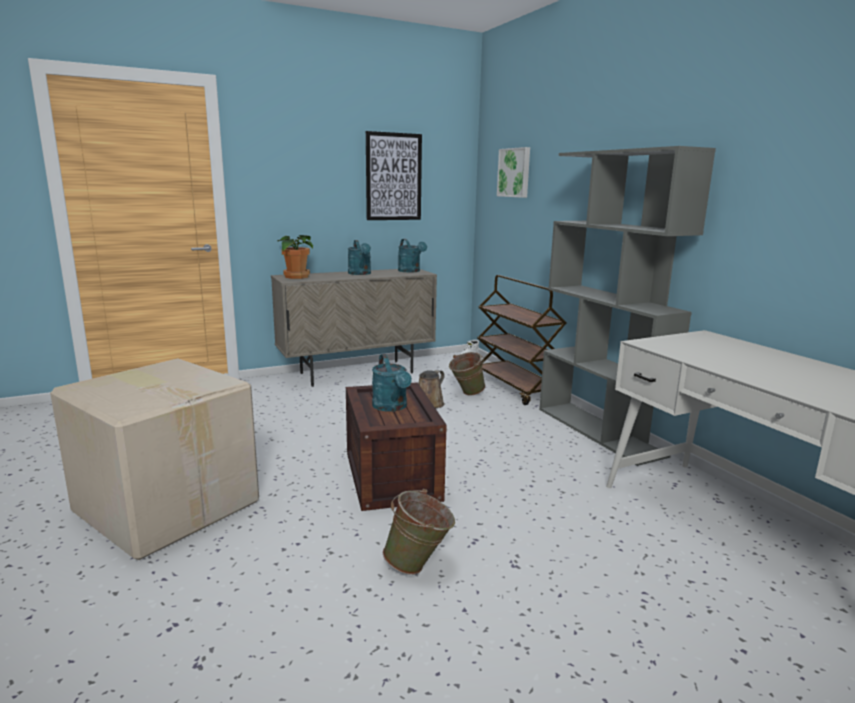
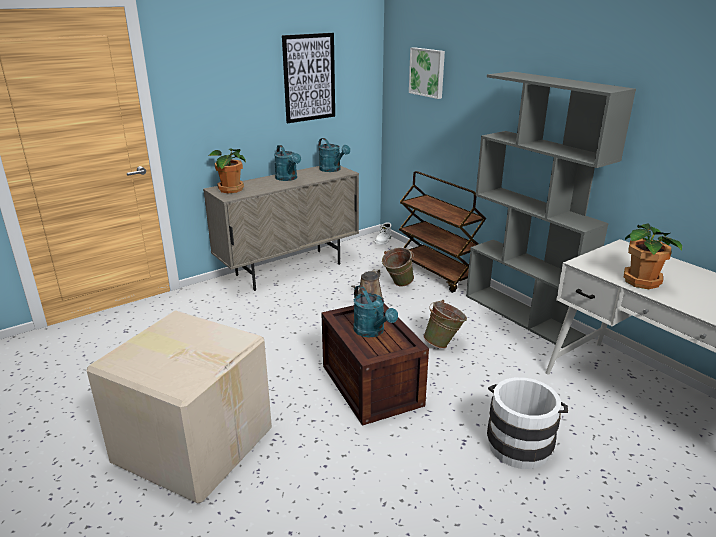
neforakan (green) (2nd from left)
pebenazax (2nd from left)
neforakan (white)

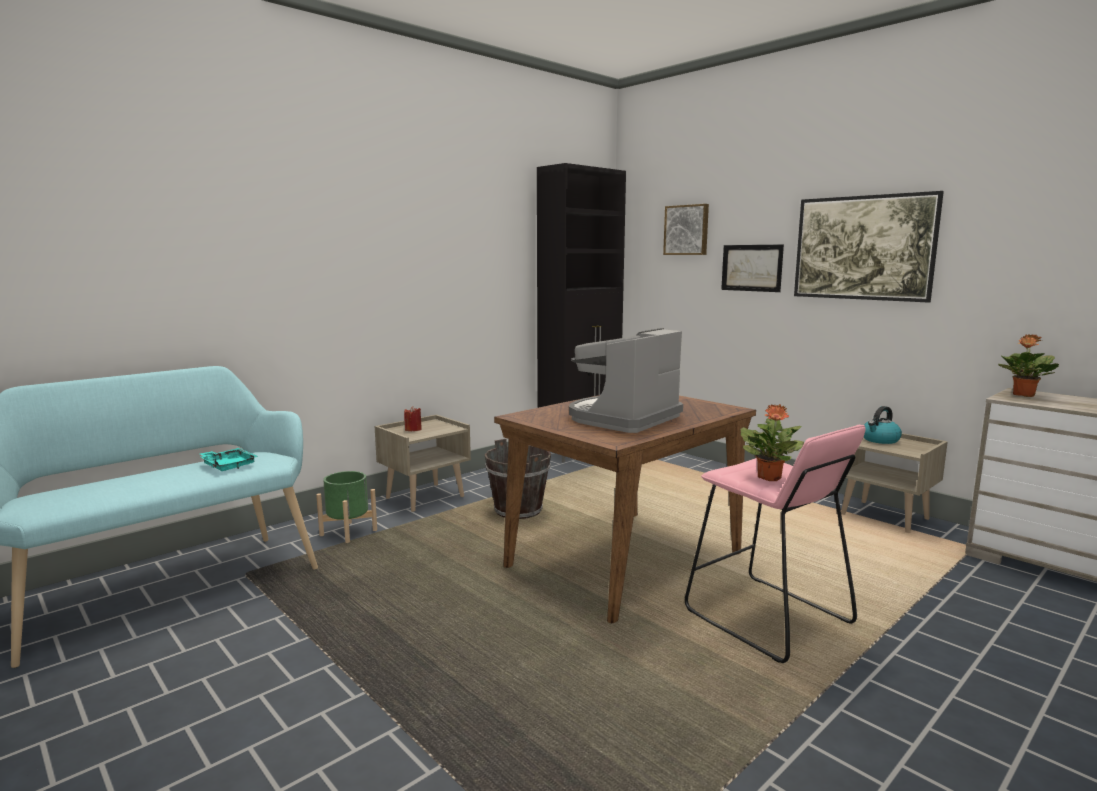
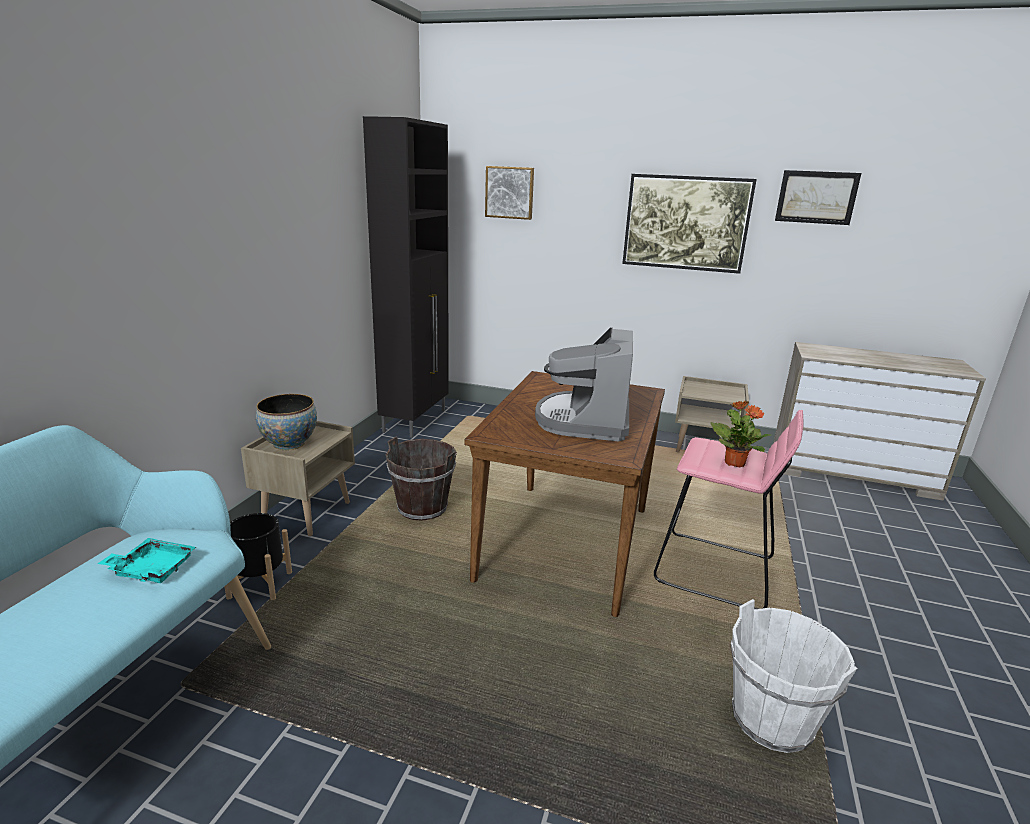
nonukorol (3rd from left)
pebenazax (2nd from left in the first image)
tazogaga
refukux
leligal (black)
neforakan (white)

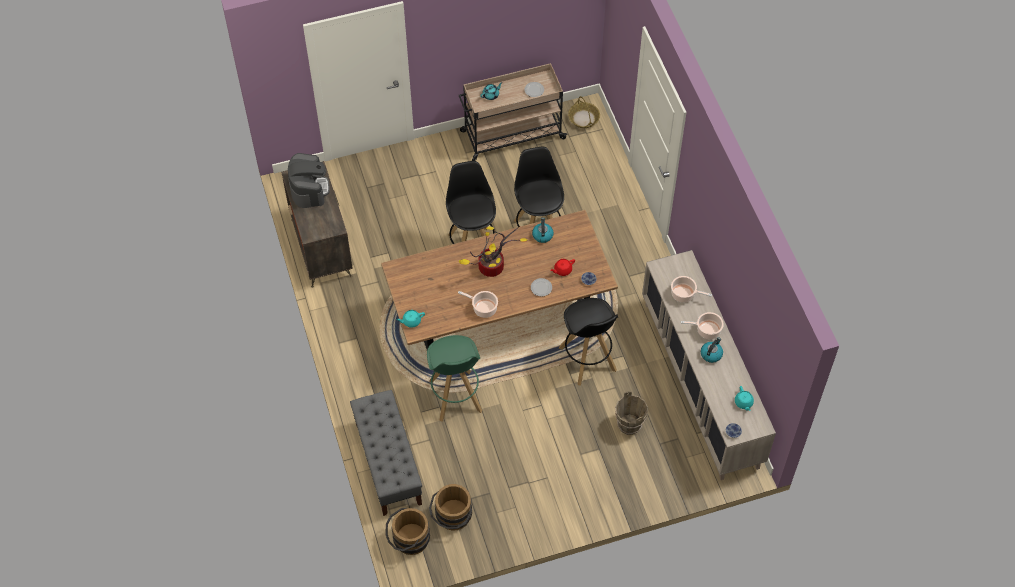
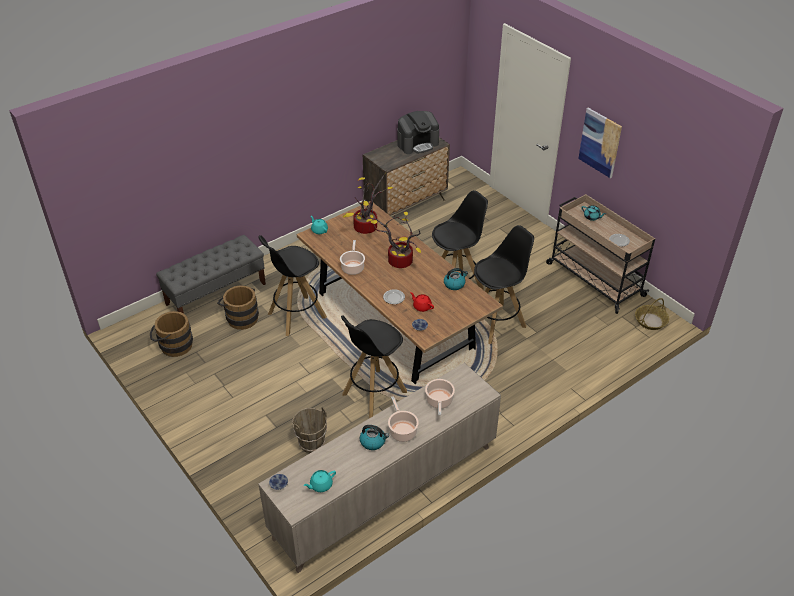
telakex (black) (1st from left)
neforakan (brown) (2nd from left)
nonukorol
pebenazax (1st from left)

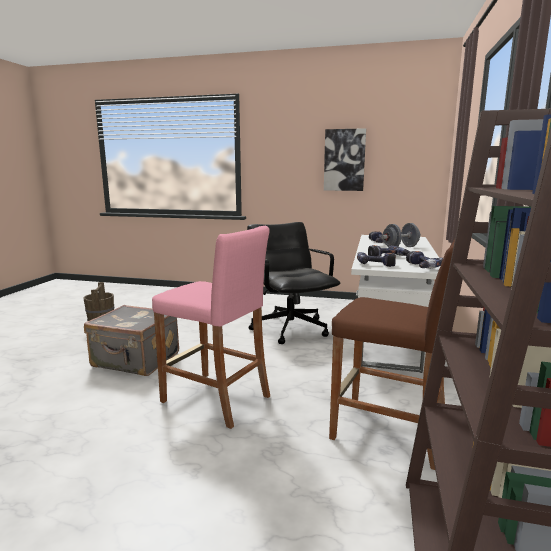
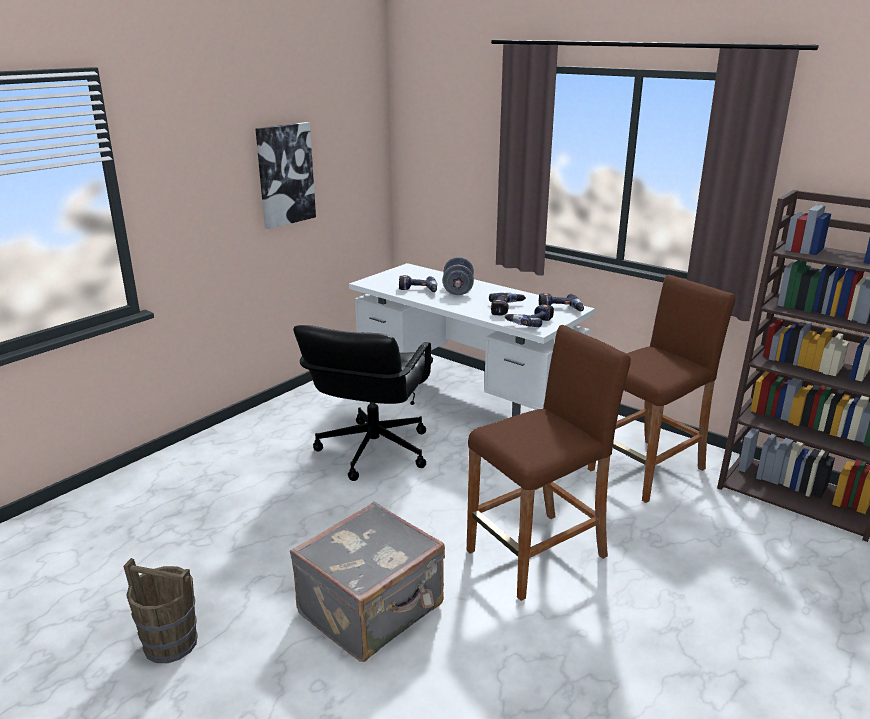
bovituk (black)
telakex (brown) (1st from left)

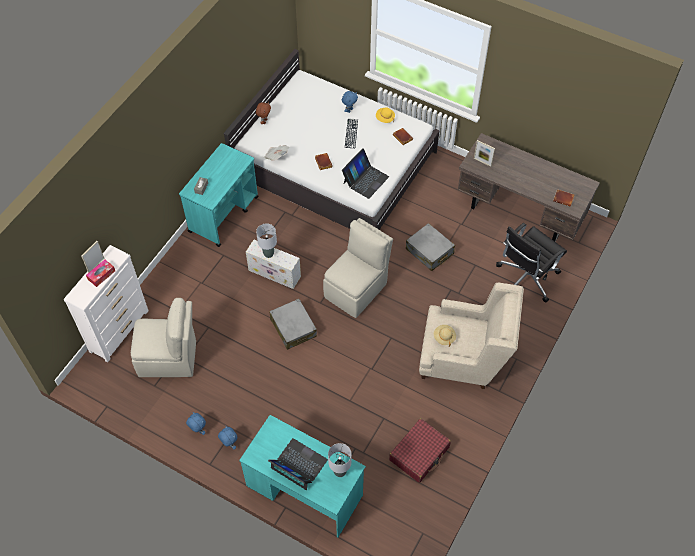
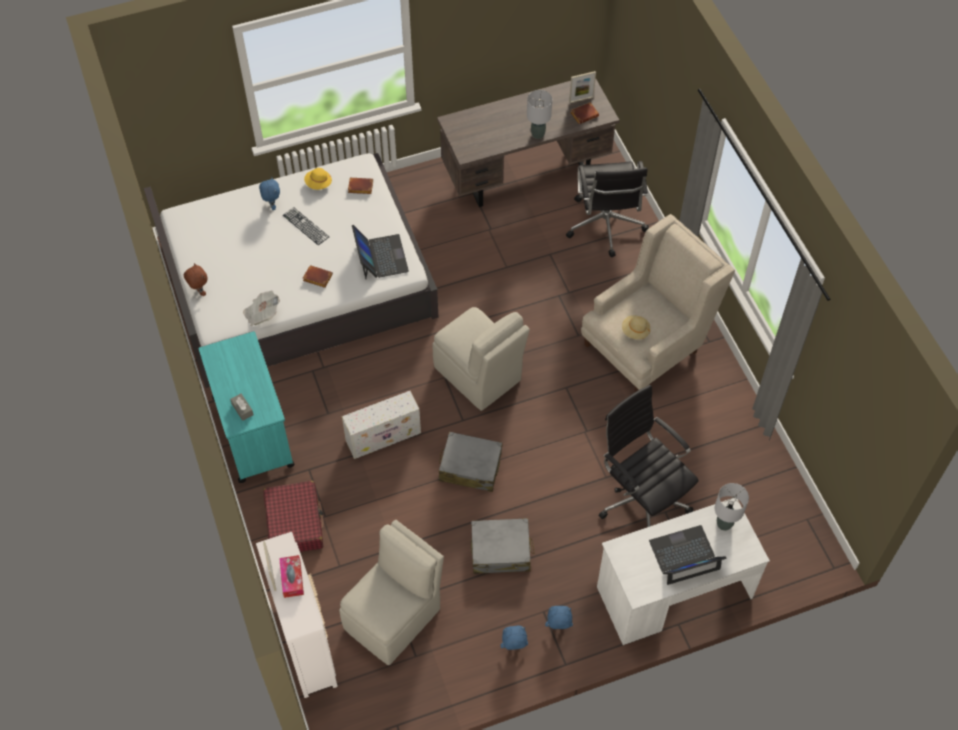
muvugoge (2nd from left)
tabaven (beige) (2nd from left)
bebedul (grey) (1st from left)
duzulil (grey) (2nd from left)
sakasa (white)
duzulil (red)
bovituk (black) (2nd from left)

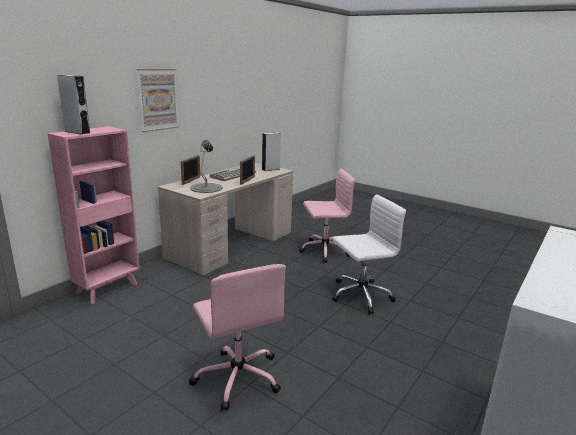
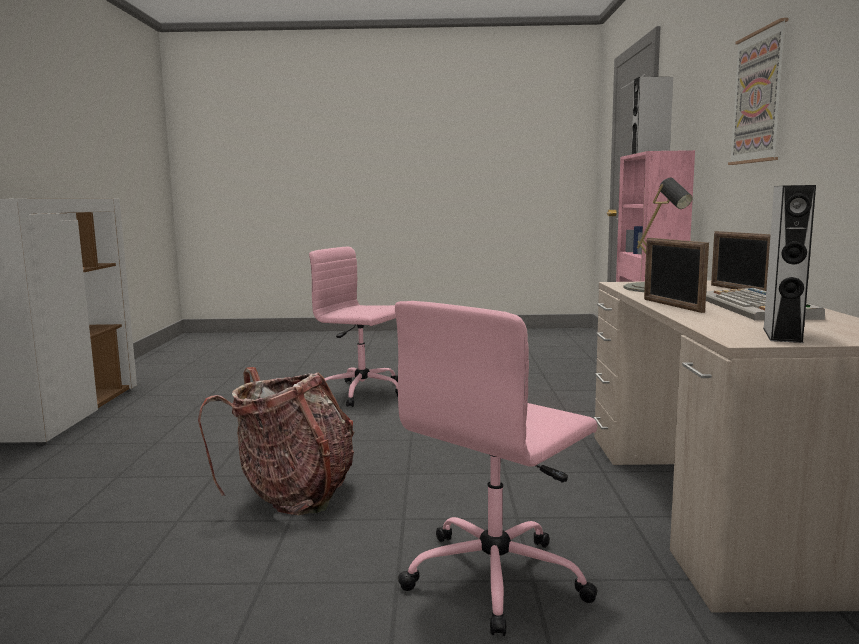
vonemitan

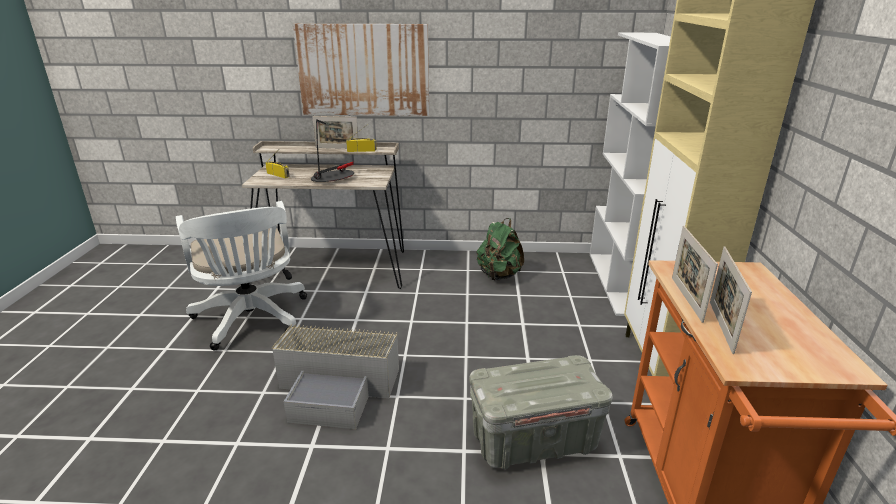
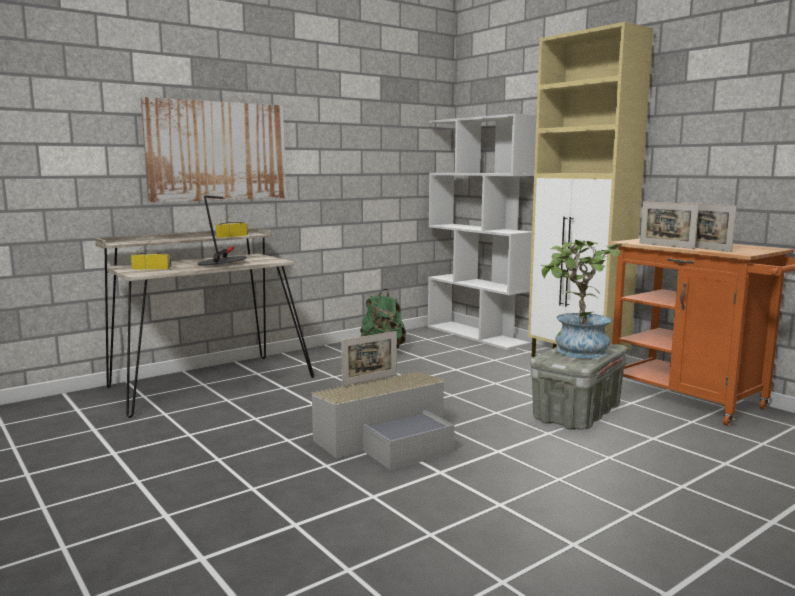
muvugoge (1st from left)
bovituk (white)
pebenazax

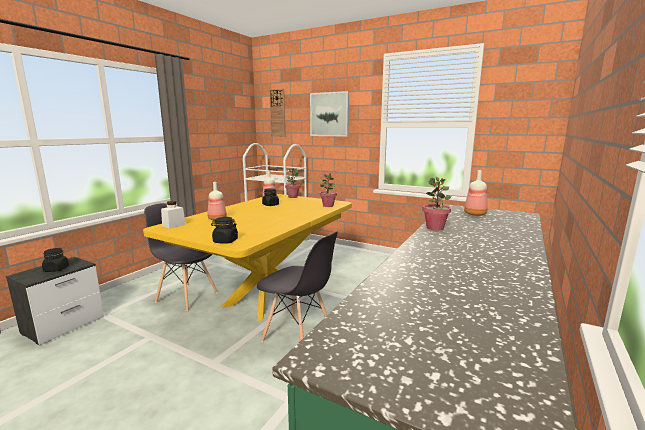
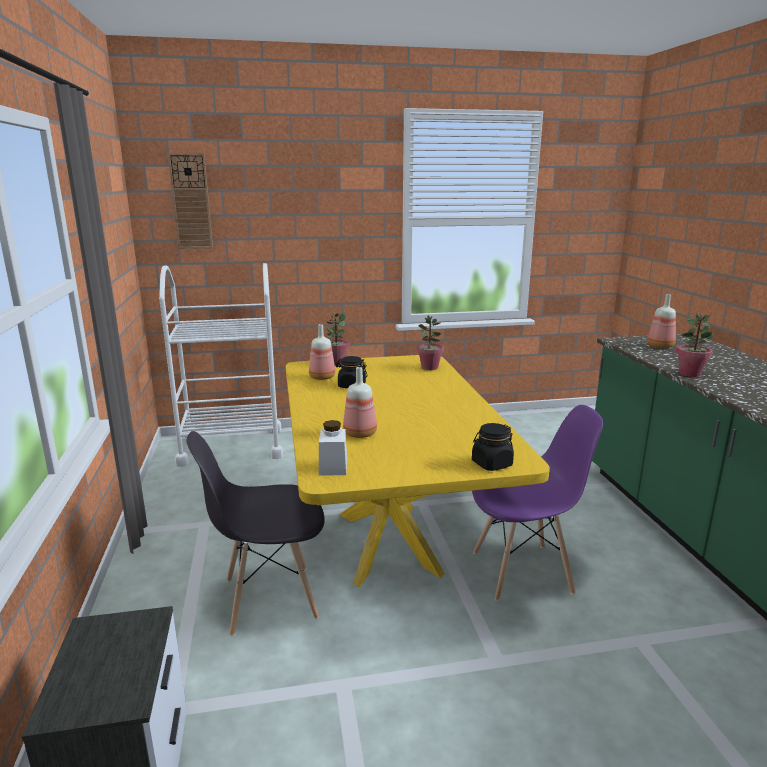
nonukorol
tabaven (purple)
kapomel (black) (1st from left in the first image)

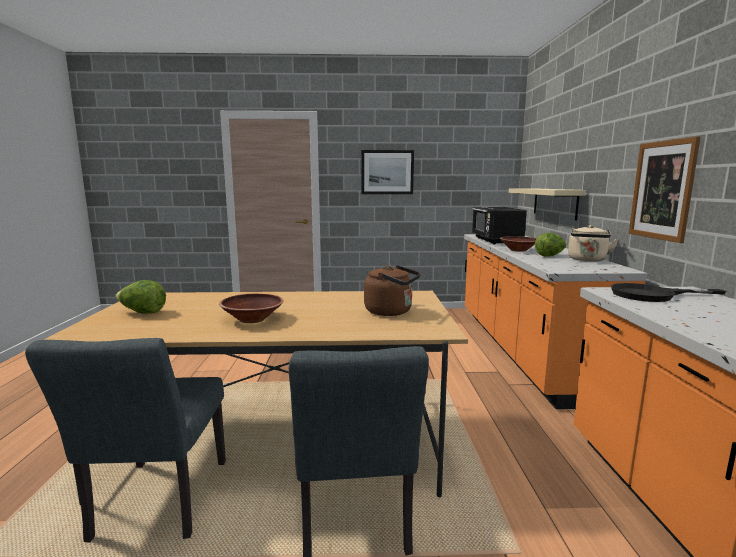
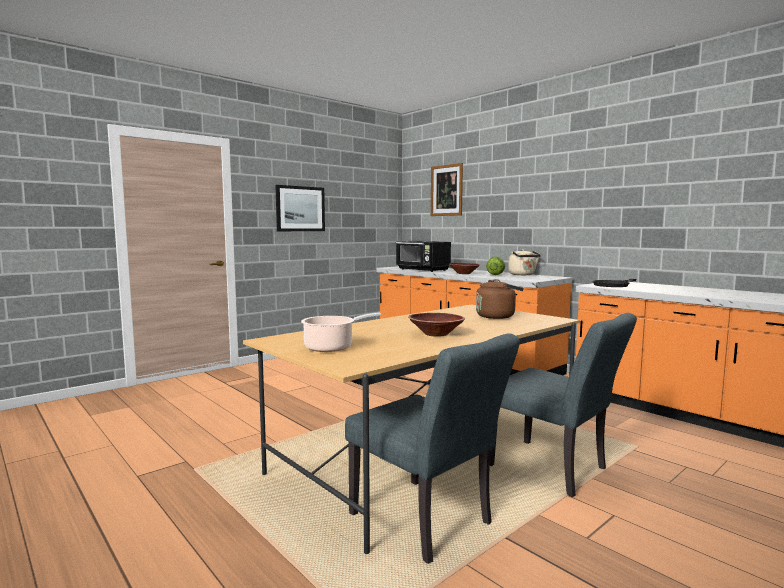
nonukorol (2nd from left)
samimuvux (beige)
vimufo

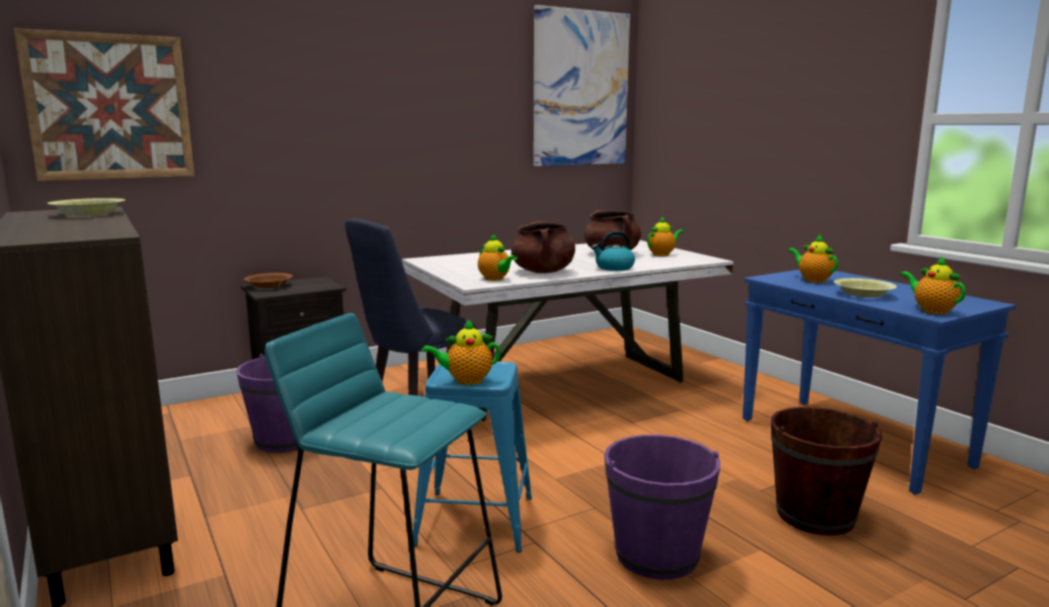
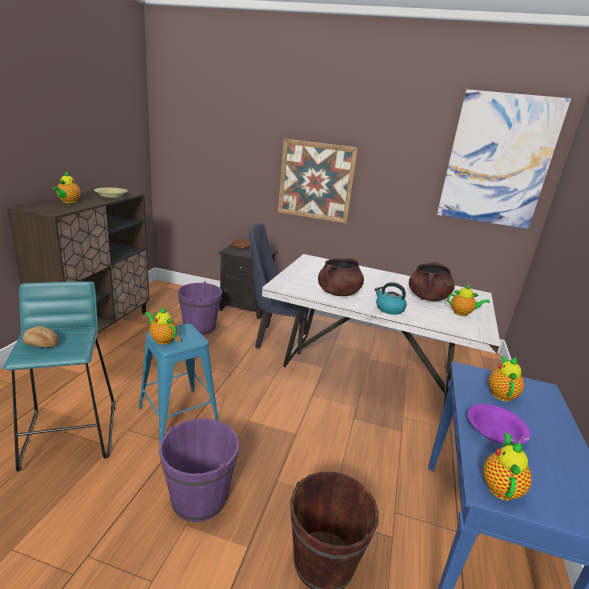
nonukorol (1st from left)
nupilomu (1st from left)
tazogaga (purple)
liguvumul

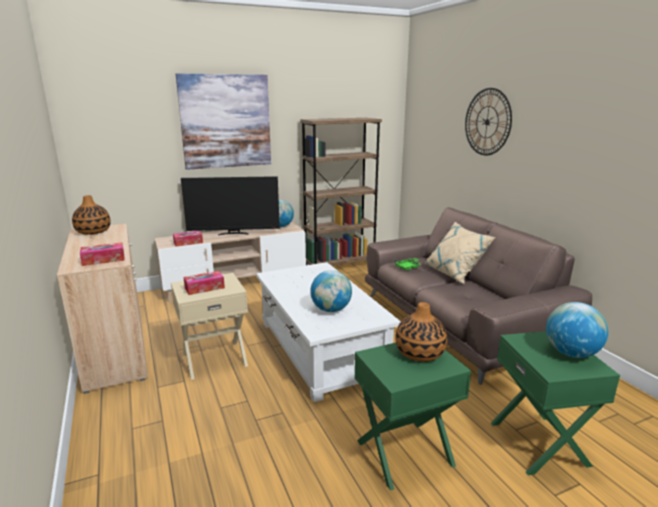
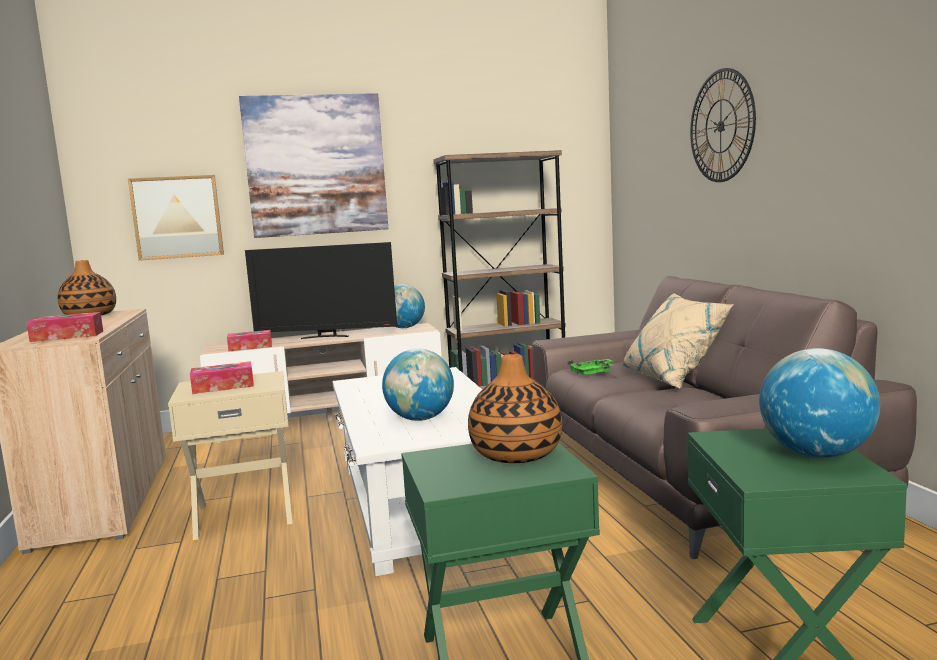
nonukorol (1st from left)

